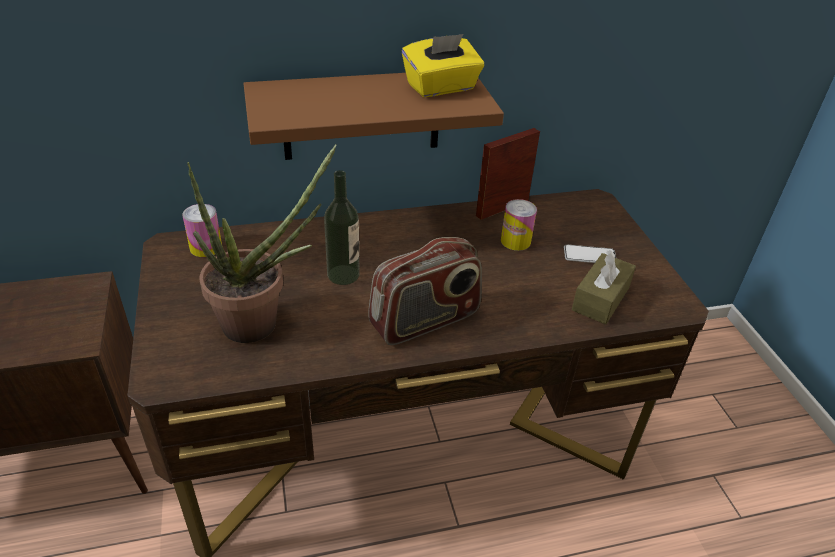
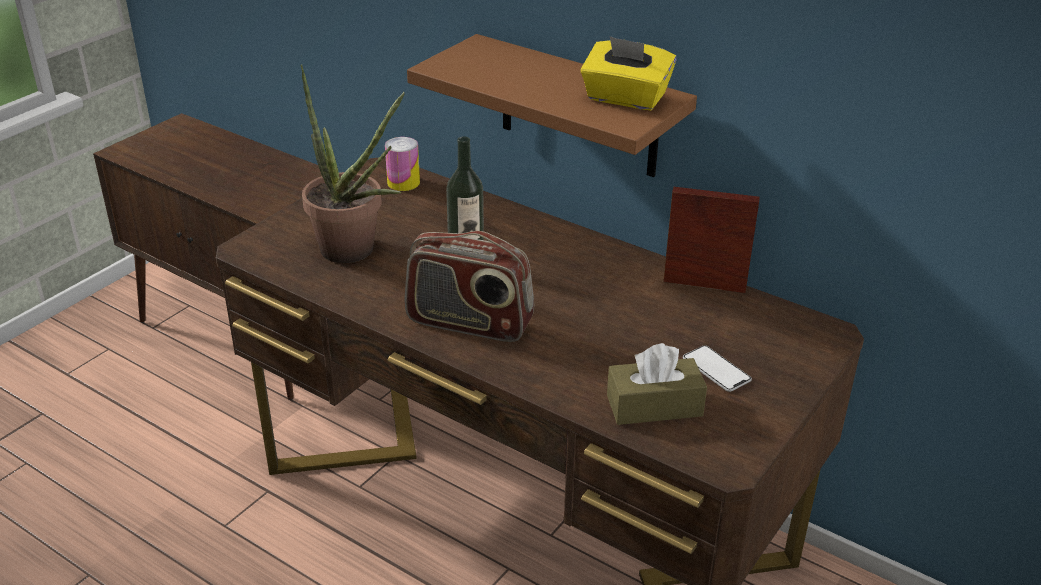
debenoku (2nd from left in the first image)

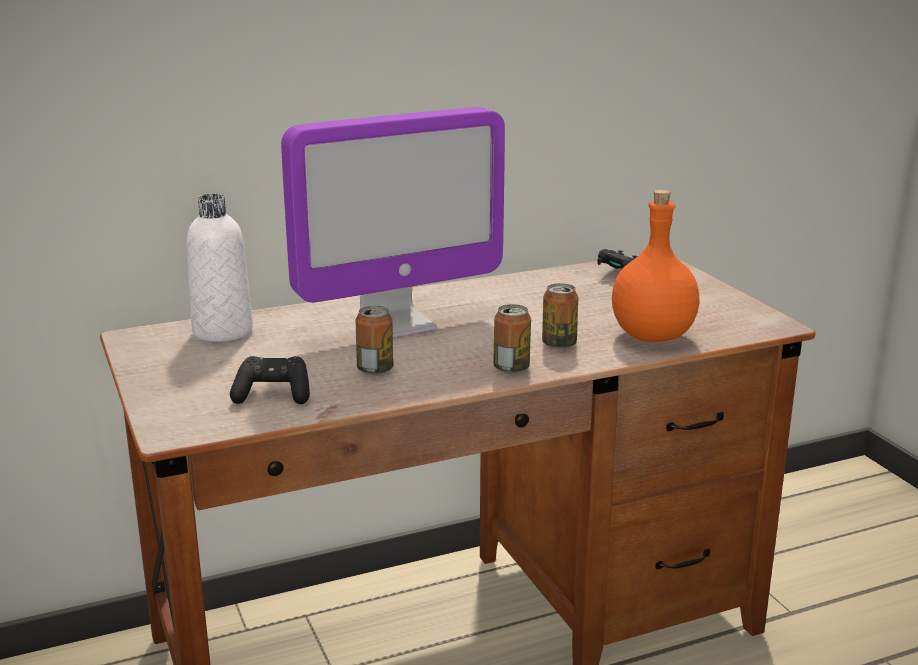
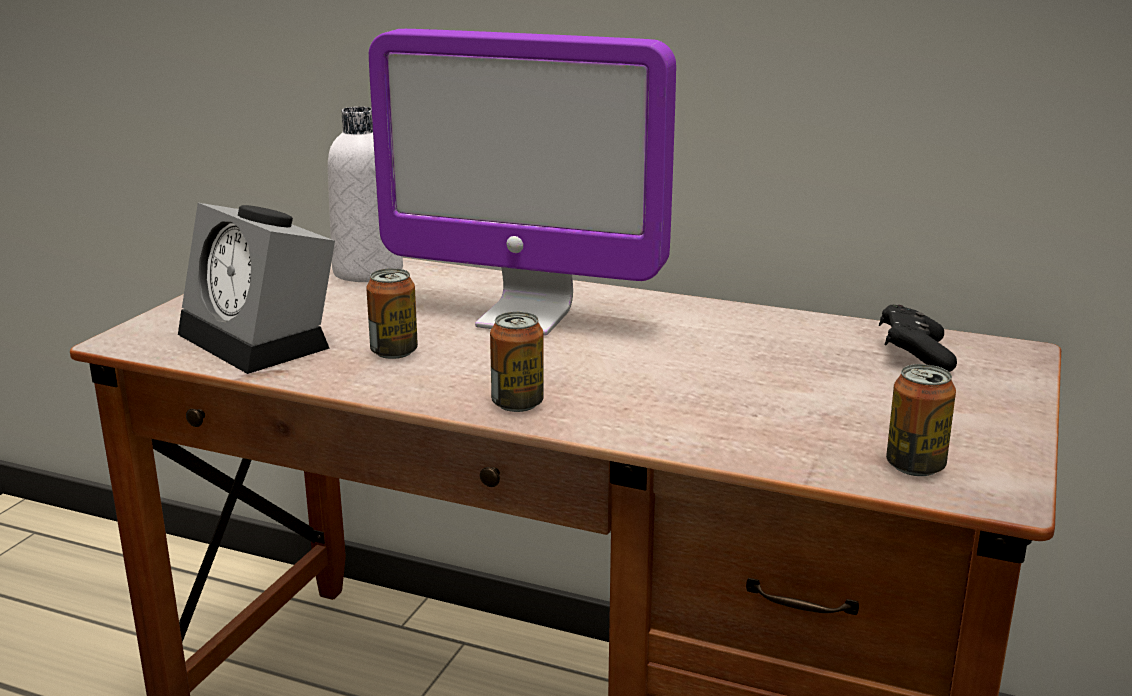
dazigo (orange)
debenoku (3rd from left)
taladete

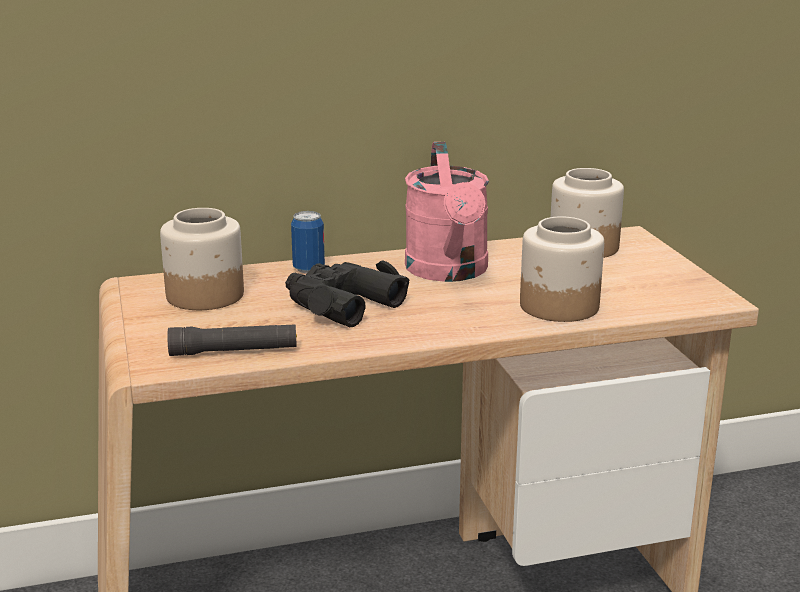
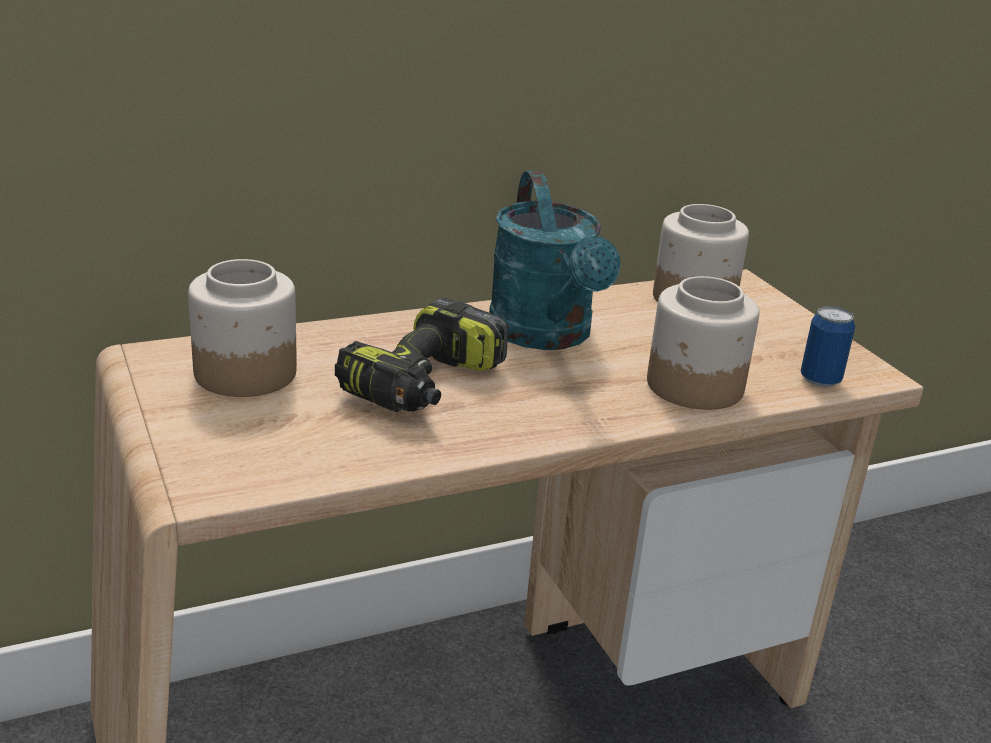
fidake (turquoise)
debenoku
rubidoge
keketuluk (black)

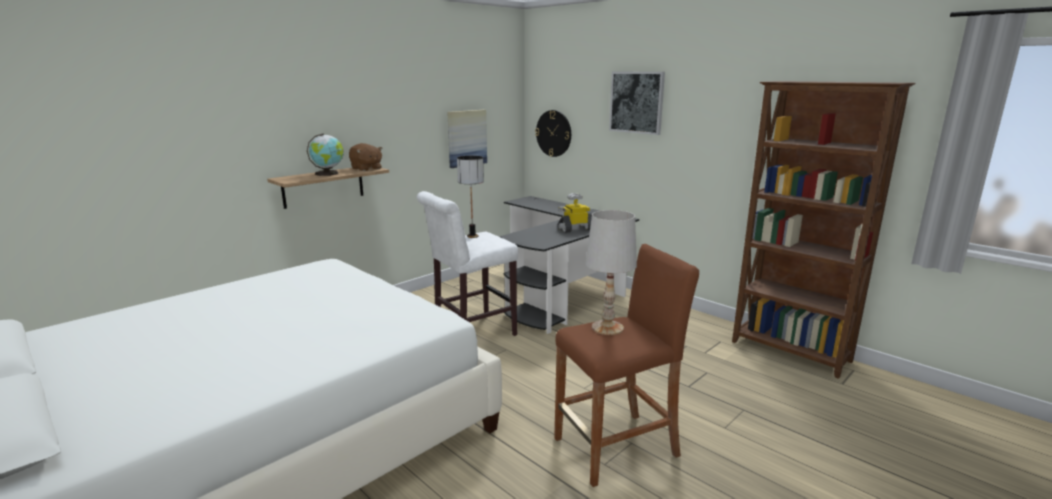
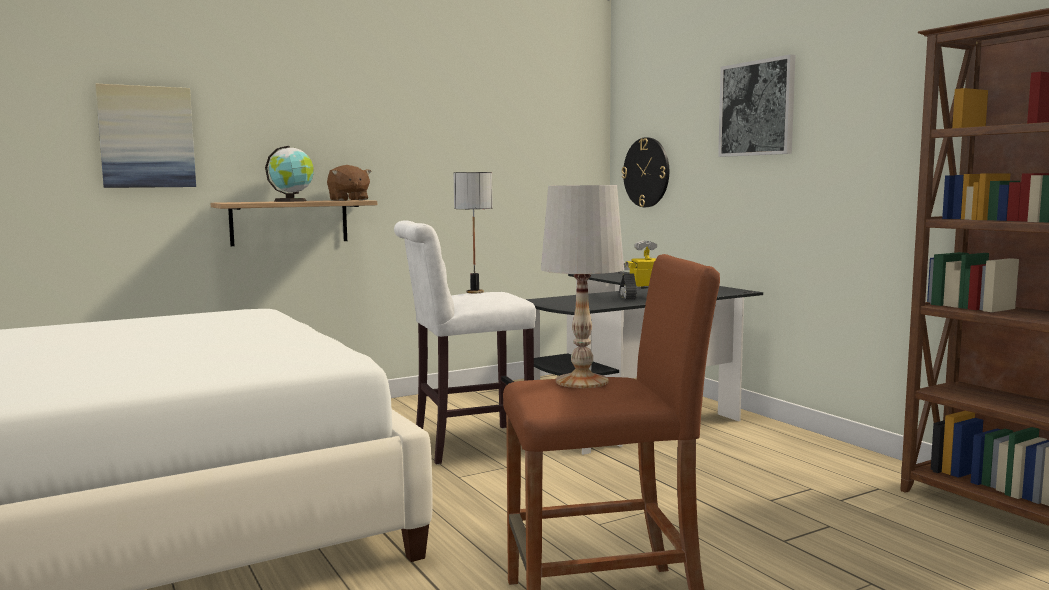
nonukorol (1st from left)

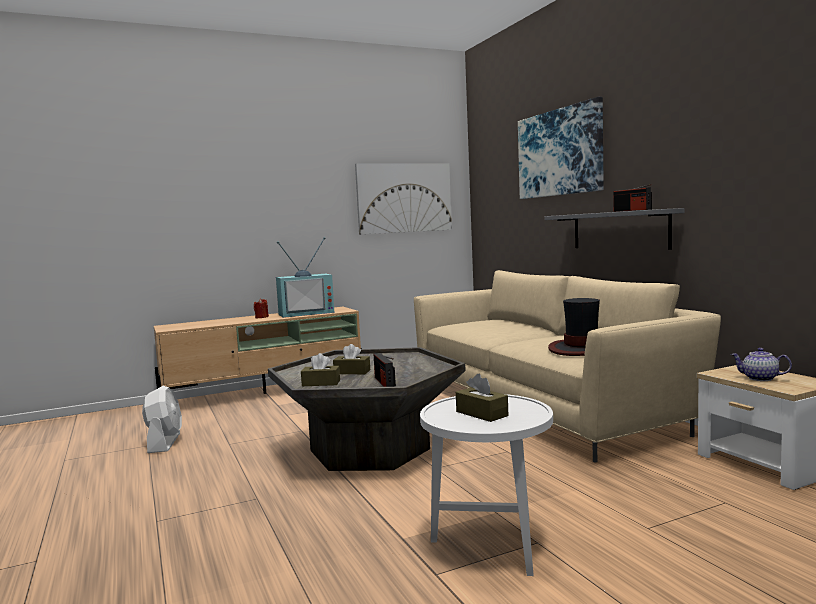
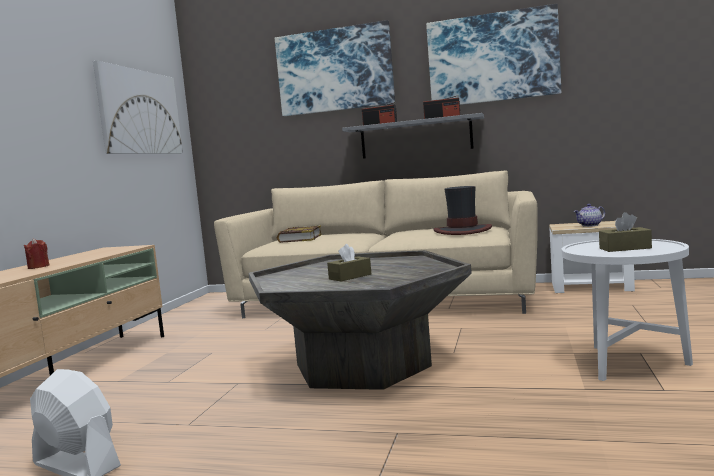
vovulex
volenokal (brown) (1st from left in the first image)
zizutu (1st from left)
nonukorol (3rd from left)
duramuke

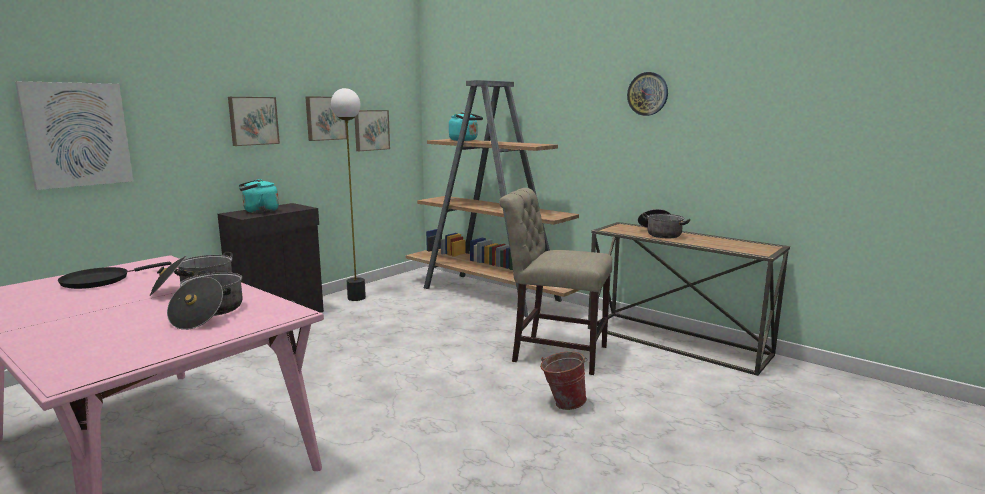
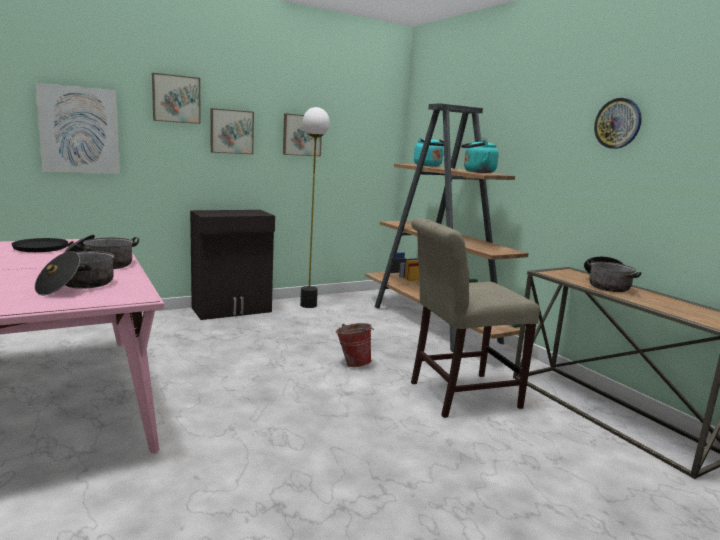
nonukorol (2nd from left)
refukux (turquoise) (2nd from left)
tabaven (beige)
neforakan

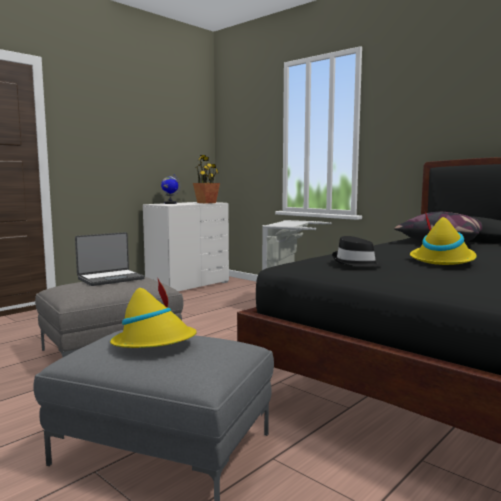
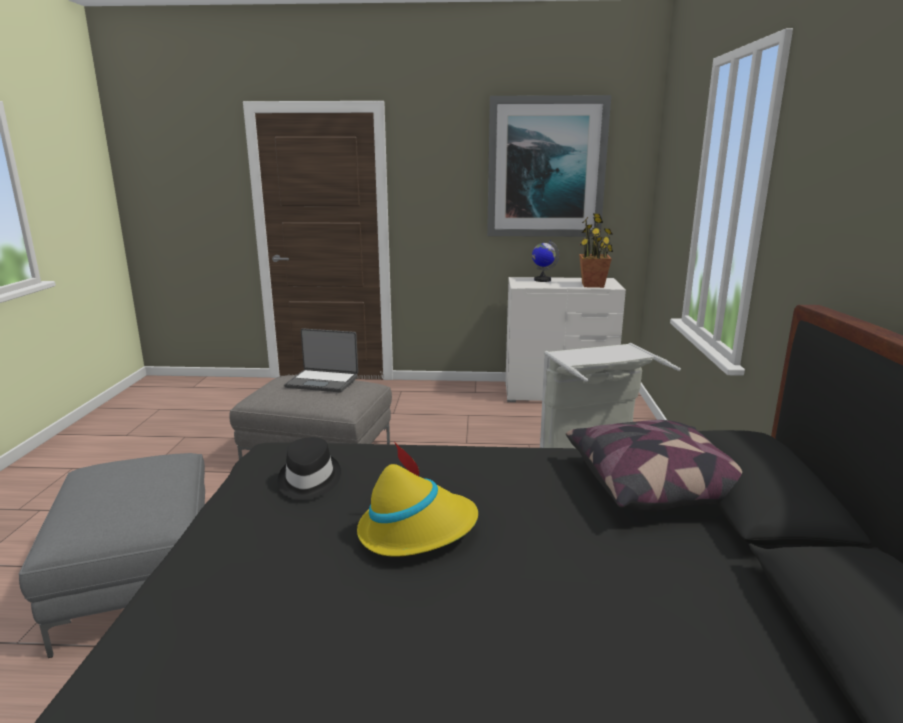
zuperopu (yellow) (1st from left in the first image)
nonukorol

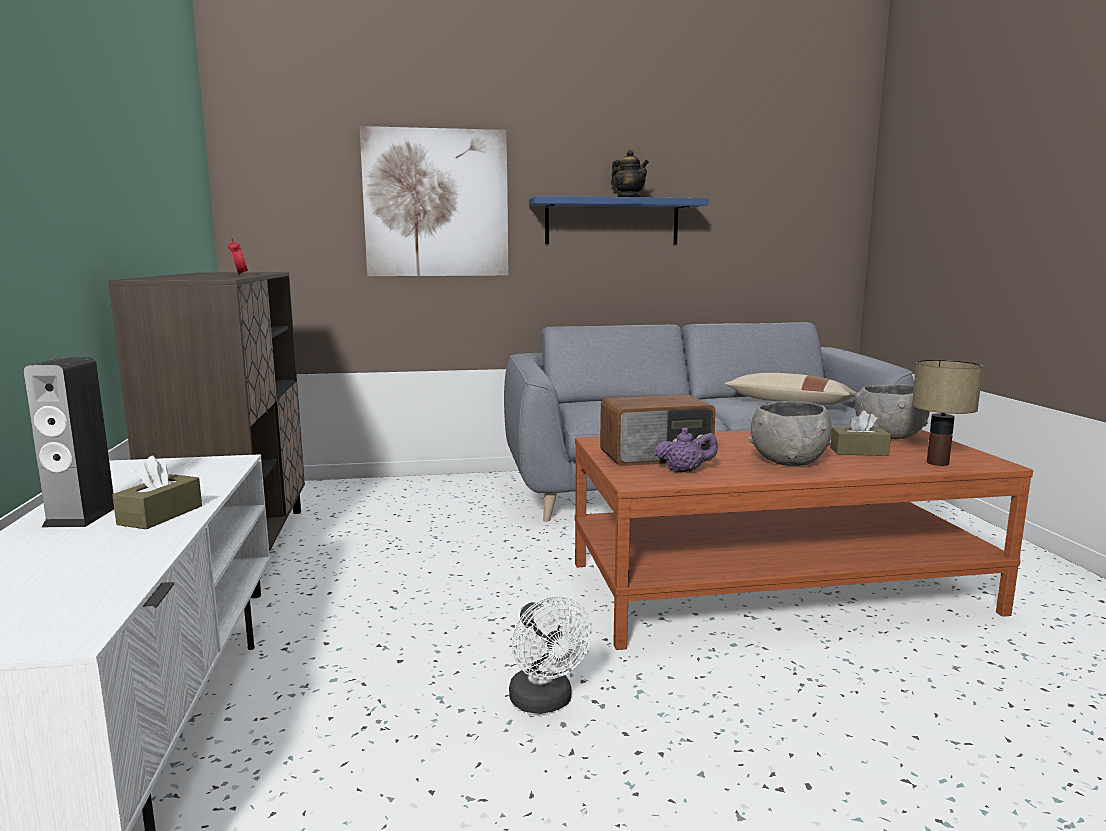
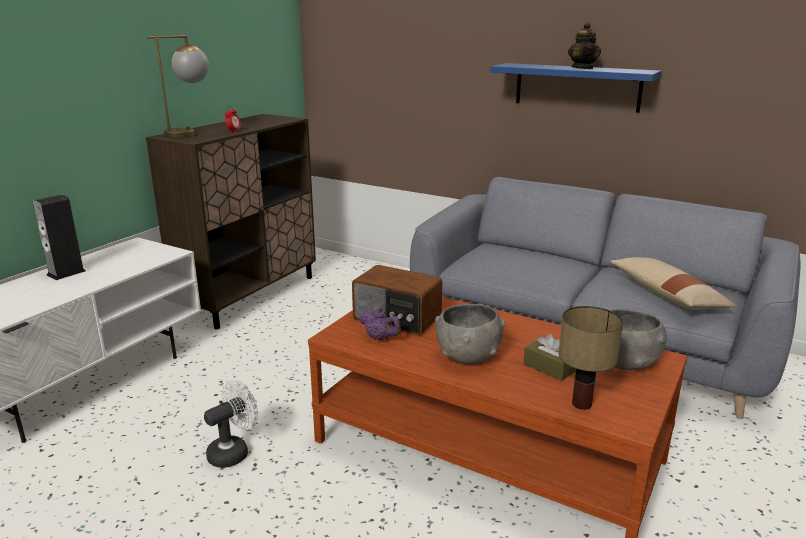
nonukorol
volenokal (brown) (1st from left in the first image)
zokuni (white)
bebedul (1st from left)

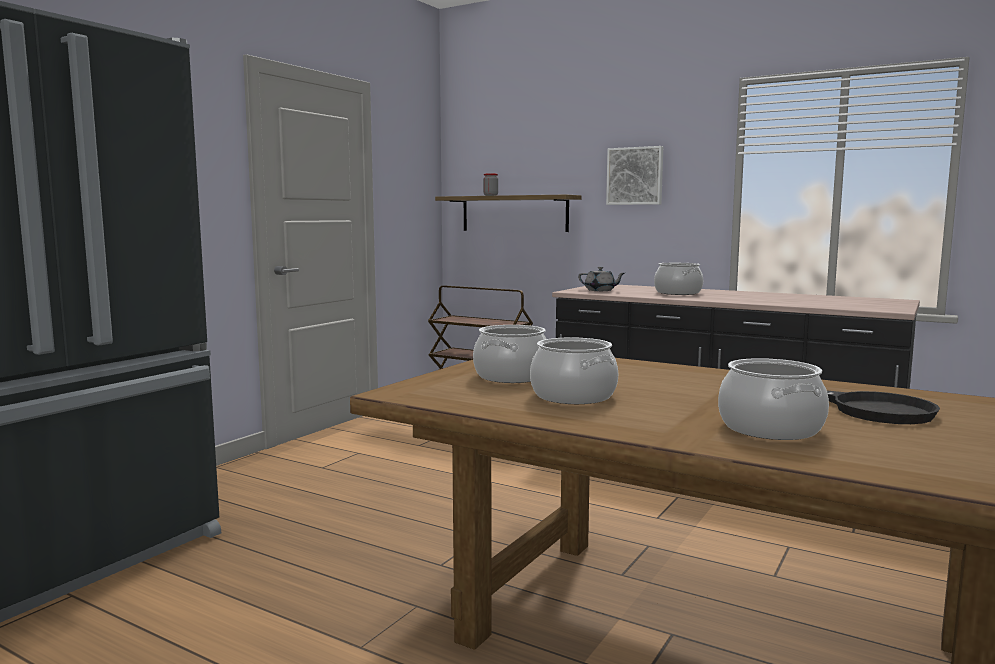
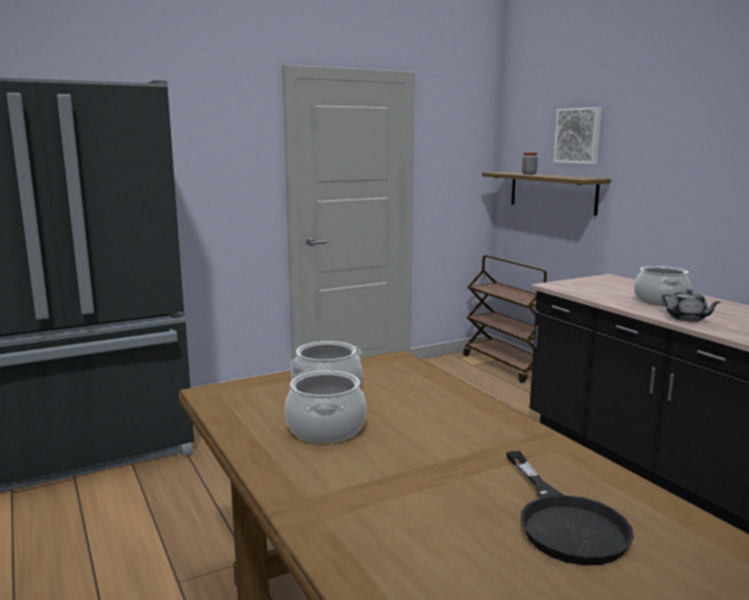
nonukorol
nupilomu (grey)
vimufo (4th from left in the first image)

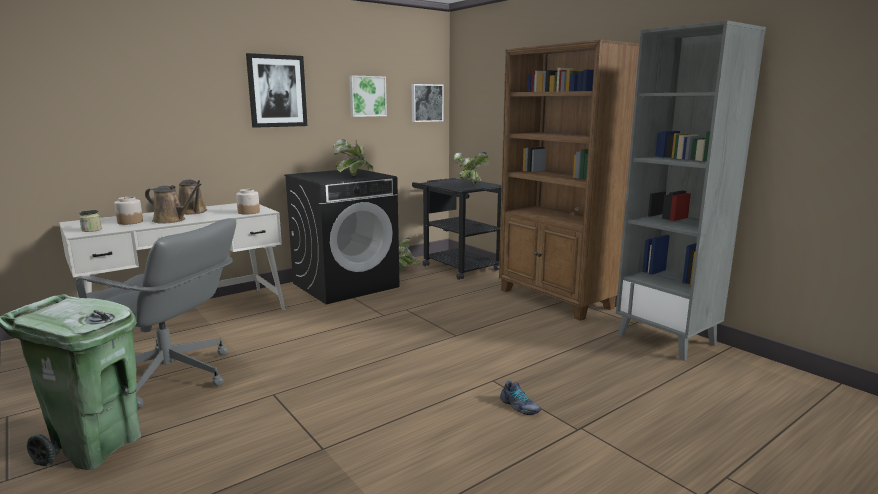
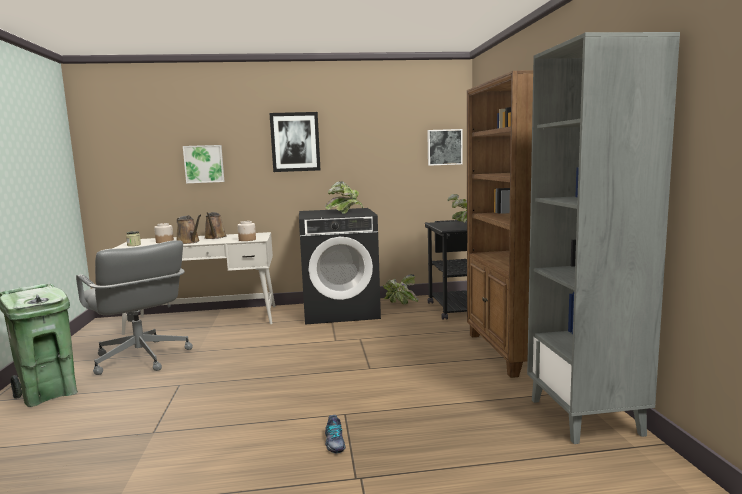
nonukorol (1st from left)

